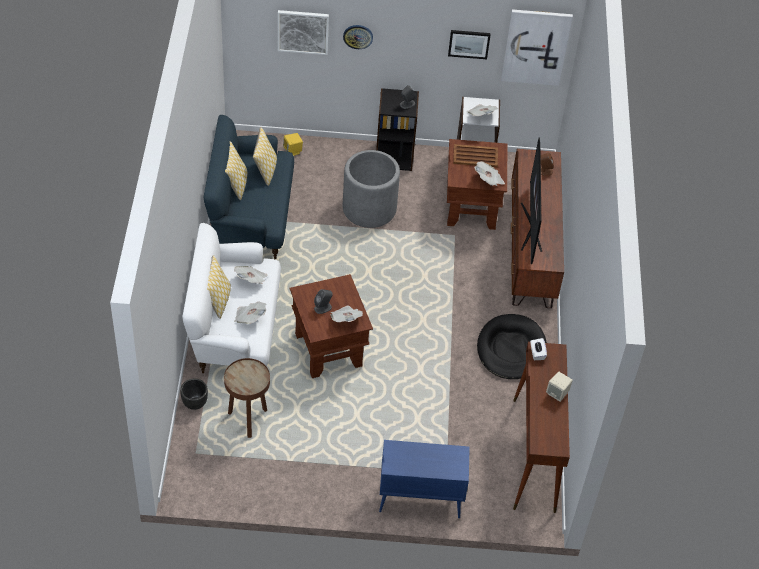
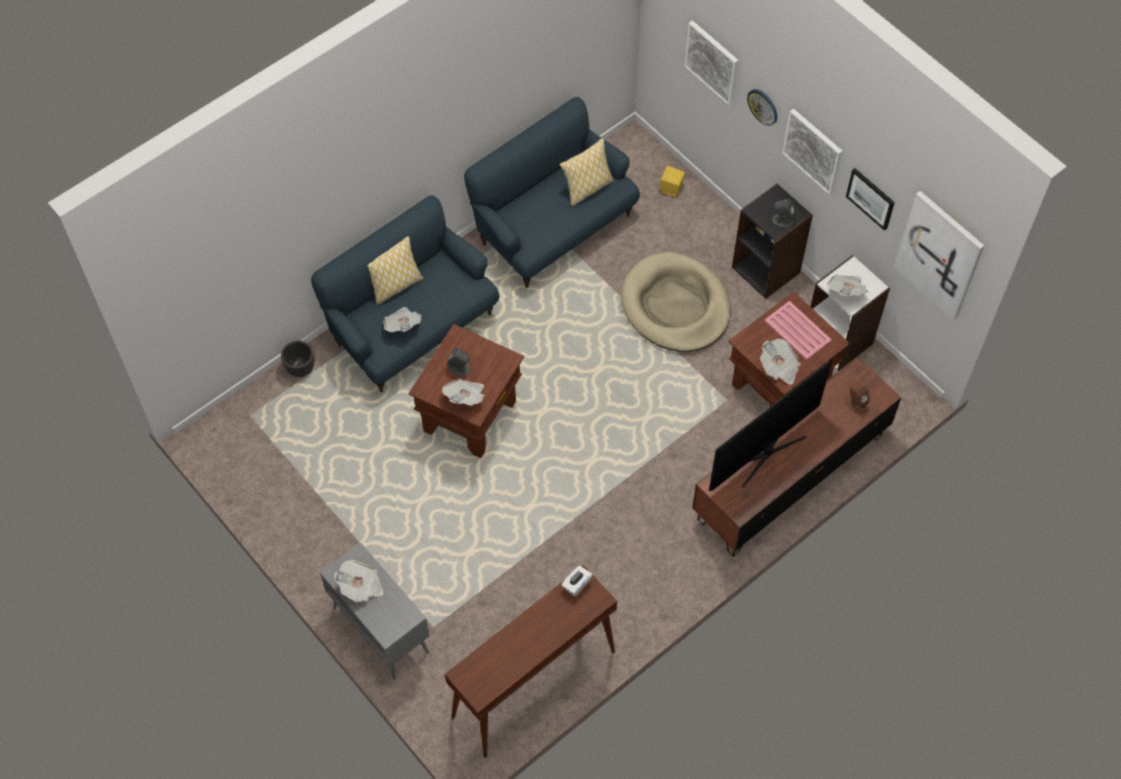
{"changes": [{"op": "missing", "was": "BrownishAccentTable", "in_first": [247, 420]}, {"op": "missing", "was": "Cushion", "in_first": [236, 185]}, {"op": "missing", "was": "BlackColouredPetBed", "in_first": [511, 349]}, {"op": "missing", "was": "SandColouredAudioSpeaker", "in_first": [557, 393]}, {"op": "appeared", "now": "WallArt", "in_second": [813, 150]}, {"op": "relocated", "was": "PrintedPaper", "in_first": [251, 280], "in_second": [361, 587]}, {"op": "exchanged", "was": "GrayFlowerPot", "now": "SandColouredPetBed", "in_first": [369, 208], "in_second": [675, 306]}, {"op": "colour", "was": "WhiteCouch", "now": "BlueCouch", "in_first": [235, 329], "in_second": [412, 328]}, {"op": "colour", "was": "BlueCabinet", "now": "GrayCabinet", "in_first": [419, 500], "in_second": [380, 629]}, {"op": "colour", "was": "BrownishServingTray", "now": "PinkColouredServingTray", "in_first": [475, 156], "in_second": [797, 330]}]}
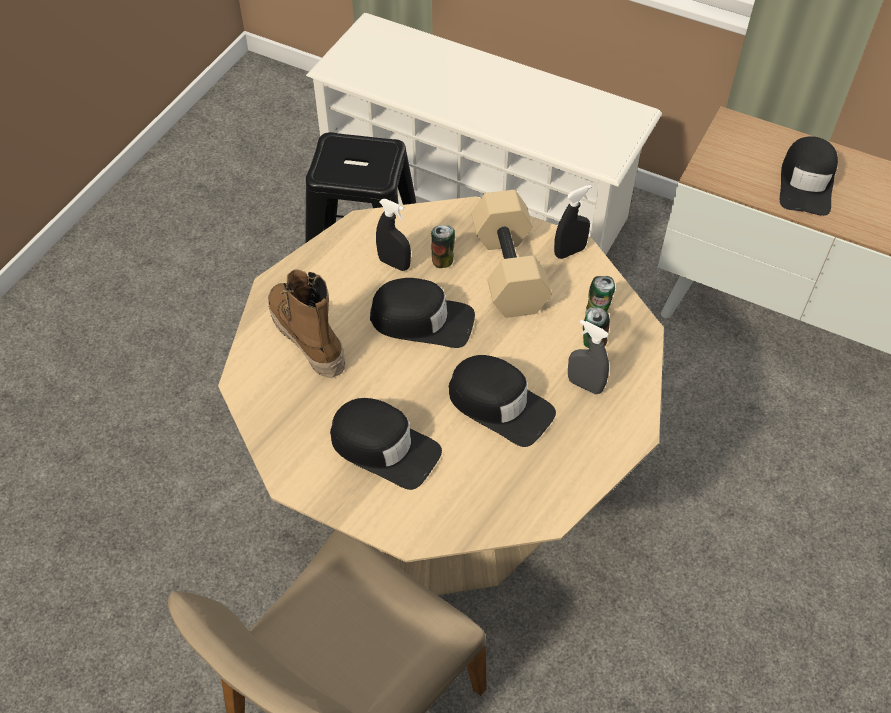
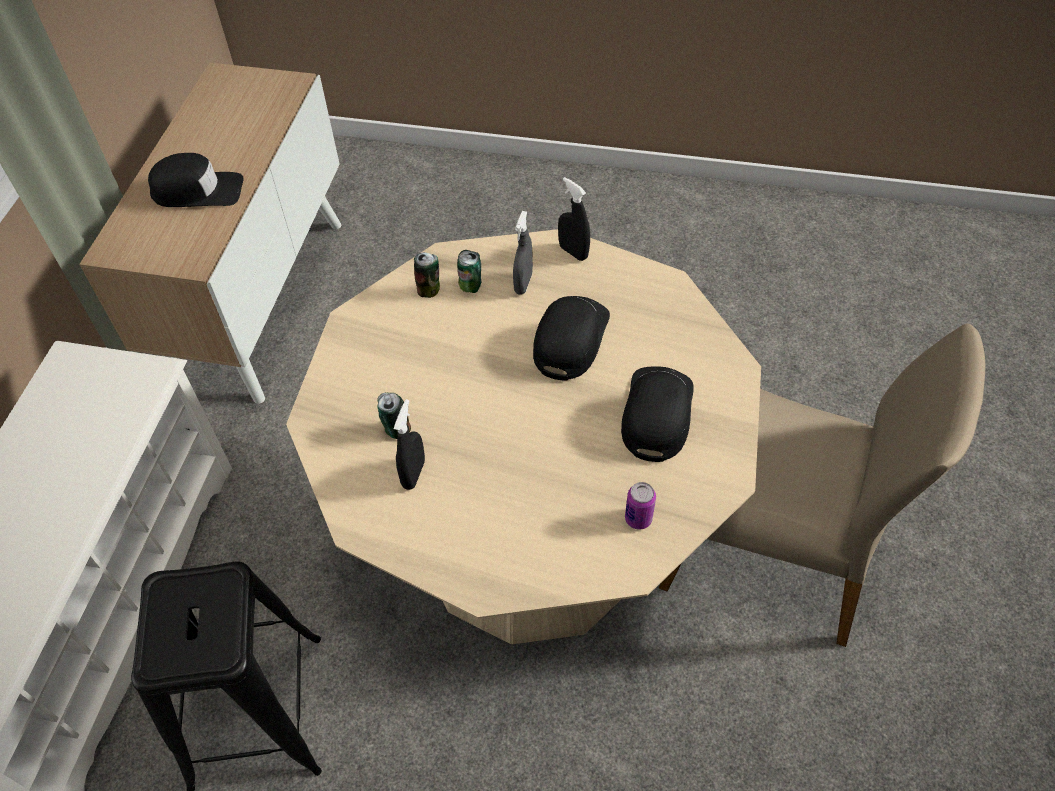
{"changes": [{"op": "missing", "was": "Boot", "in_first": [307, 338]}, {"op": "missing", "was": "BlackColouredCap", "in_first": [422, 320]}, {"op": "missing", "was": "SandColouredDumbbell", "in_first": [511, 271]}, {"op": "appeared", "now": "SealedCan", "in_second": [638, 518]}, {"op": "relocated", "was": "BlackColouredSprayer", "in_first": [569, 252], "in_second": [573, 252]}]}
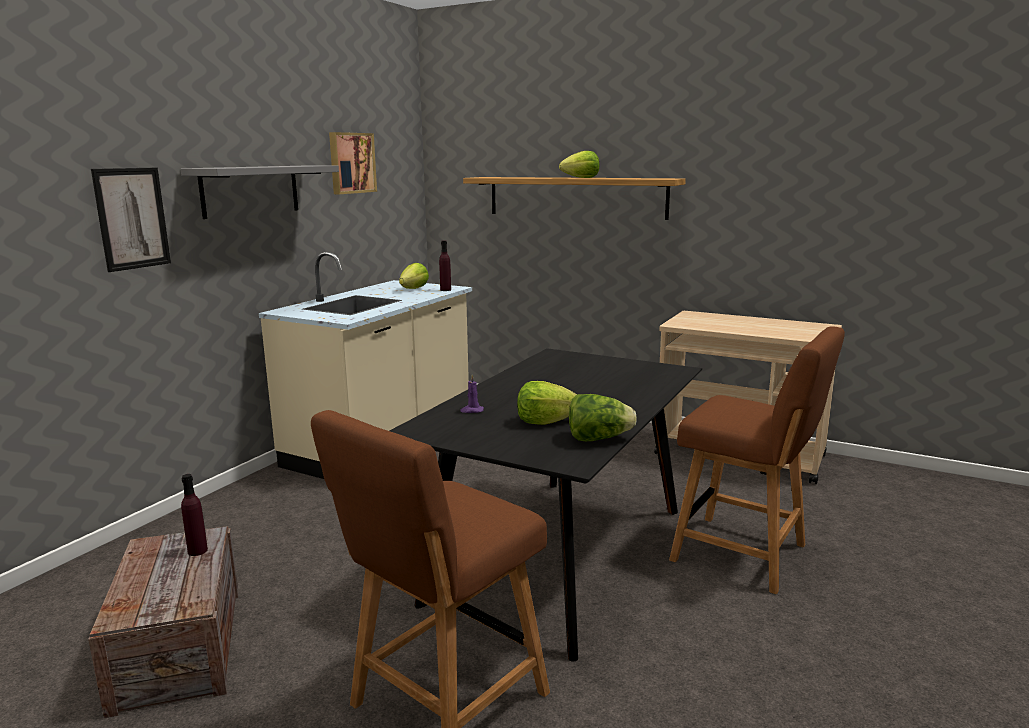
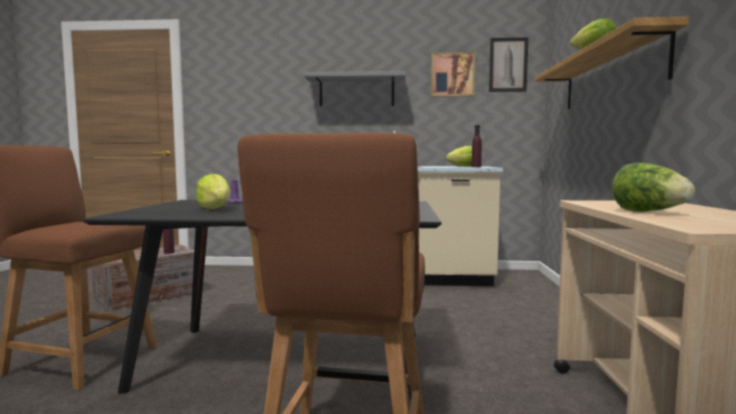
{"changes": [{"op": "relocated", "was": "WallArt", "in_first": [132, 218], "in_second": [508, 65]}, {"op": "relocated", "was": "LettuceHead", "in_first": [598, 439], "in_second": [649, 212]}]}
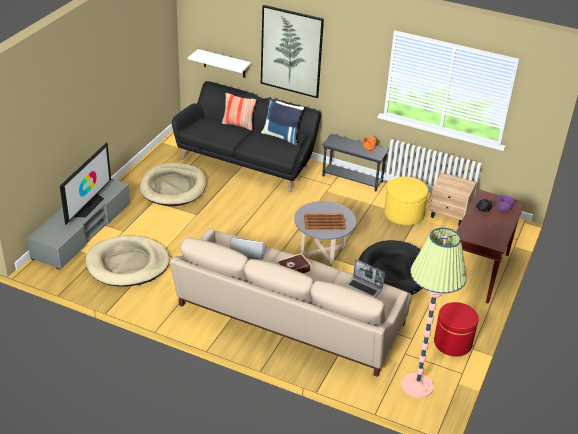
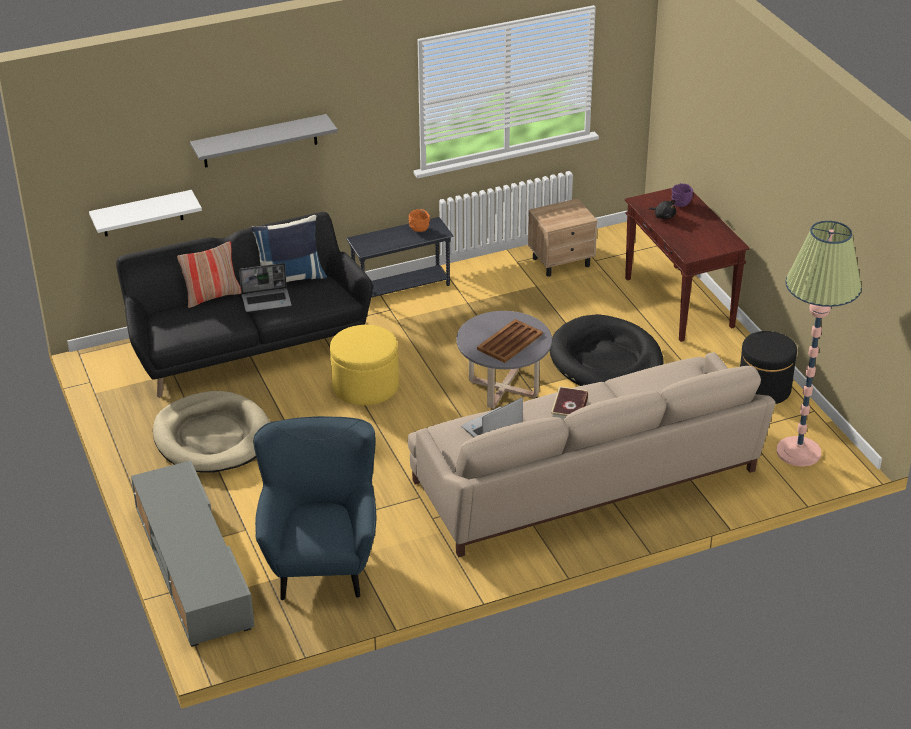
{"changes": [{"op": "missing", "was": "Television", "in_first": [88, 206]}, {"op": "relocated", "was": "PortableComputer", "in_first": [362, 289], "in_second": [267, 301]}, {"op": "relocated", "was": "YellowFootrest", "in_first": [403, 214], "in_second": [365, 386]}, {"op": "exchanged", "was": "SandColouredPetBed", "now": "BlueLoungeChair", "in_first": [127, 264], "in_second": [321, 560]}, {"op": "exchanged", "was": "WallArt", "now": "GrayBracketShelf", "in_first": [291, 51], "in_second": [260, 141]}, {"op": "colour", "was": "ReddishFootrest", "now": "BlackColouredFootrest", "in_first": [452, 343], "in_second": [764, 389]}]}
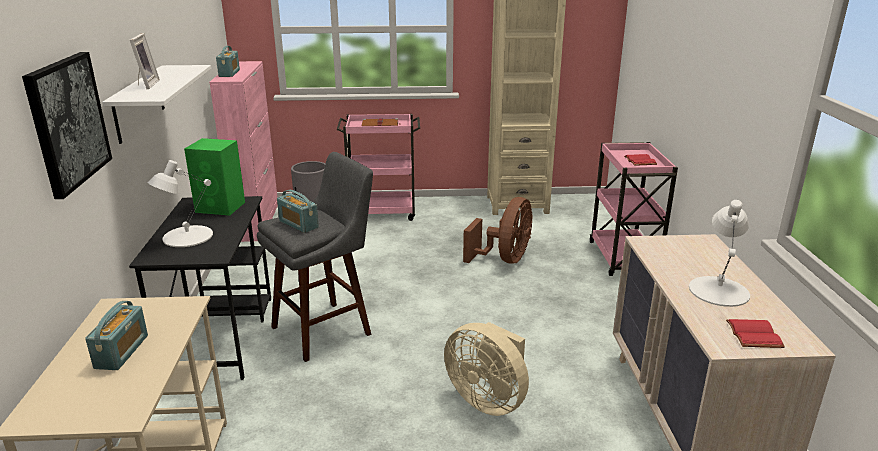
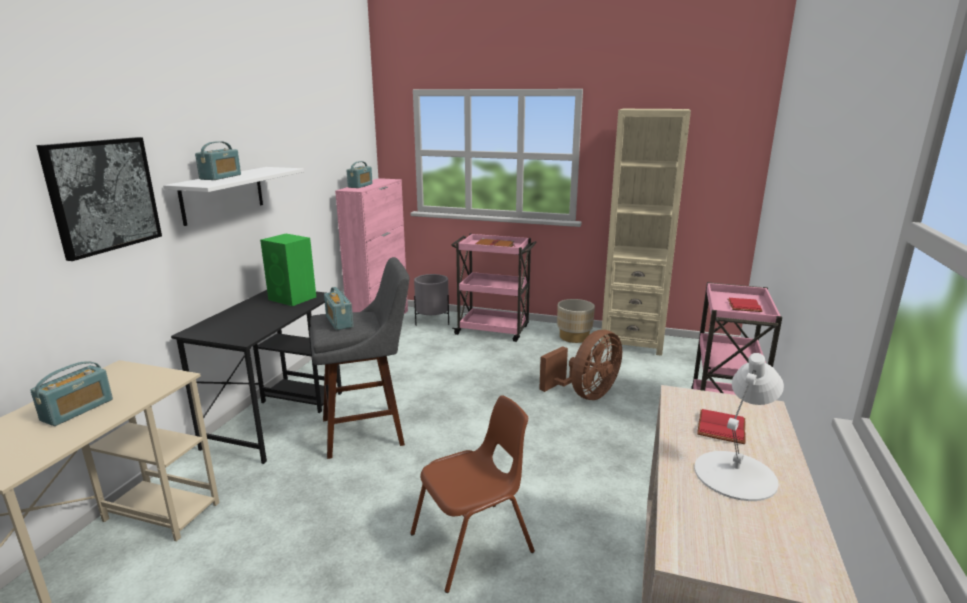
{"changes": [{"op": "missing", "was": "WhiteTableLamp", "in_first": [187, 236]}, {"op": "appeared", "now": "SandColouredFlowerPot", "in_second": [574, 337]}, {"op": "relocated", "was": "ReddishBook", "in_first": [755, 335], "in_second": [723, 429]}, {"op": "exchanged", "was": "StandingFrame", "now": "RadioReceiver", "in_first": [145, 85], "in_second": [221, 177]}, {"op": "exchanged", "was": "SandColouredCoolingFan", "now": "BrownishChair", "in_first": [488, 399], "in_second": [474, 543]}]}
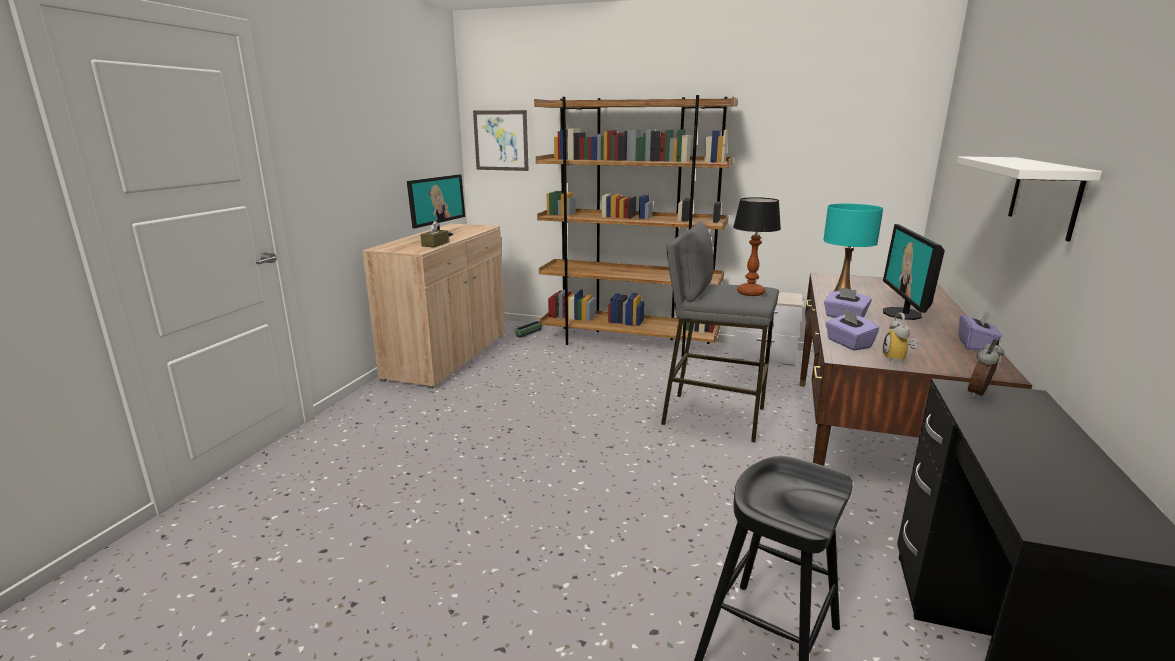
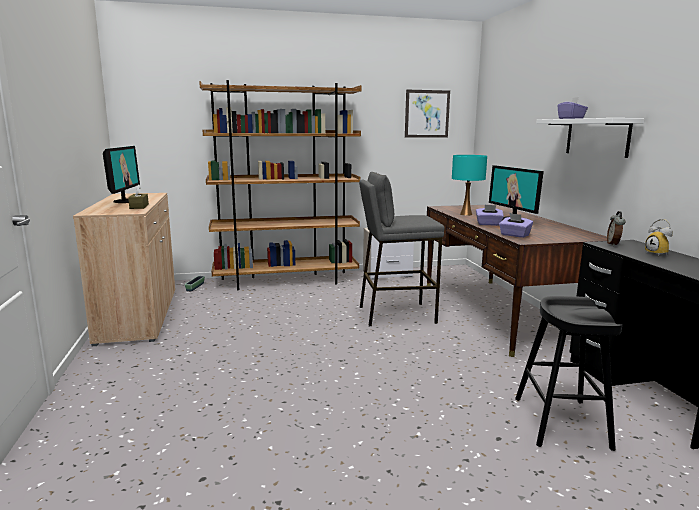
{"changes": [{"op": "missing", "was": "TableLamp", "in_first": [751, 293]}, {"op": "relocated", "was": "WallArt", "in_first": [501, 140], "in_second": [427, 114]}, {"op": "relocated", "was": "BedsideClock", "in_first": [898, 359], "in_second": [659, 254]}, {"op": "relocated", "was": "PurpleTissueBox", "in_first": [975, 345], "in_second": [571, 119]}]}
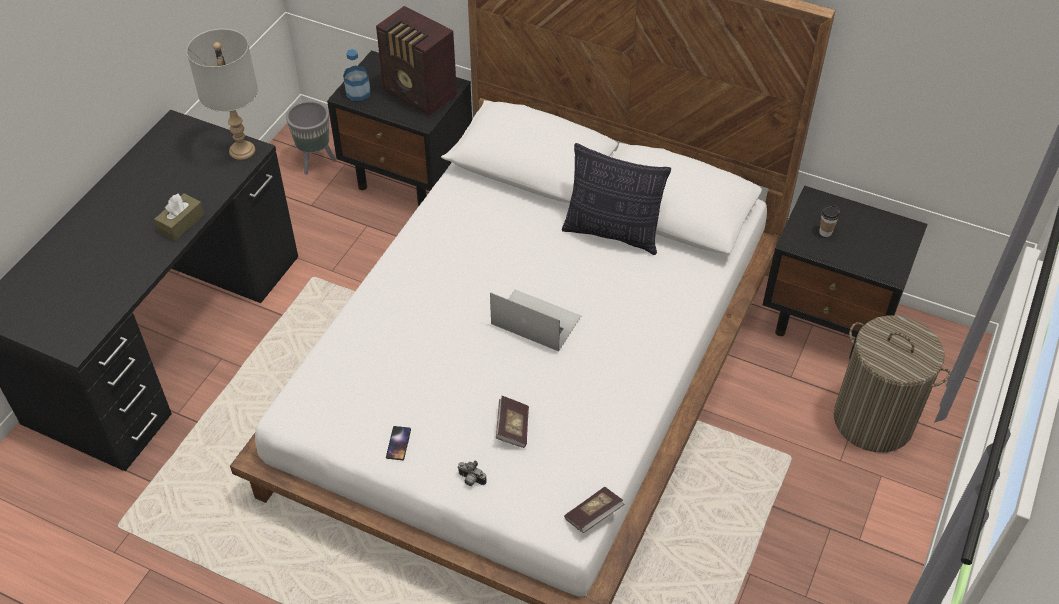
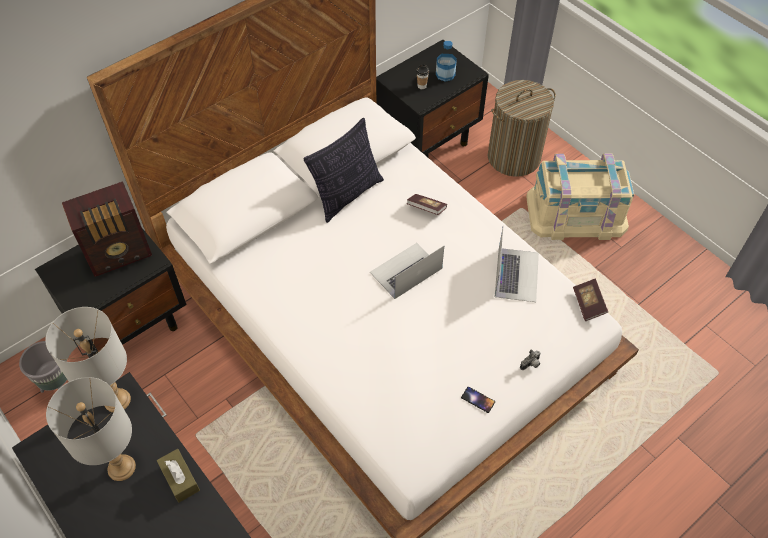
{"changes": [{"op": "appeared", "now": "GrayTableLamp", "in_second": [122, 467]}, {"op": "appeared", "now": "PortableComputer", "in_second": [516, 274]}, {"op": "appeared", "now": "SandColouredStorageContainer", "in_second": [576, 212]}, {"op": "relocated", "was": "DrinkBottle", "in_first": [358, 93], "in_second": [445, 74]}, {"op": "relocated", "was": "Book", "in_first": [512, 428], "in_second": [426, 209]}]}
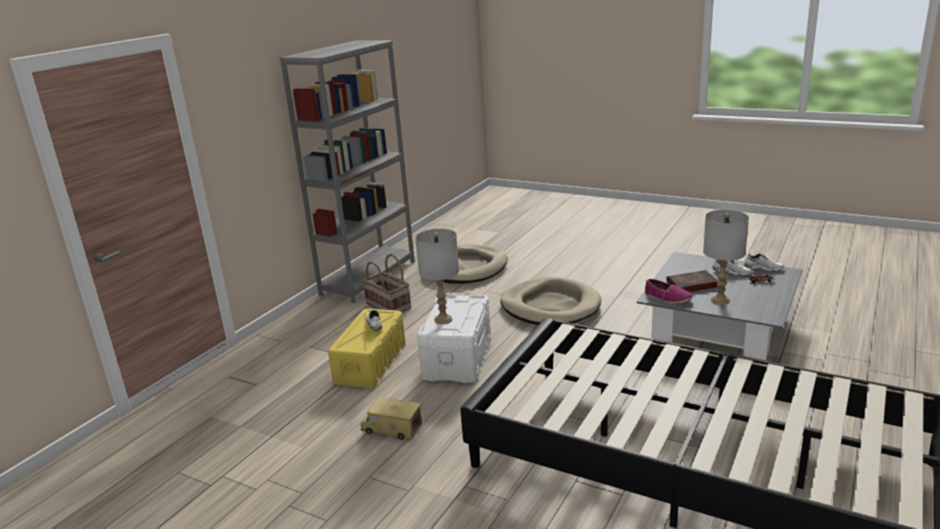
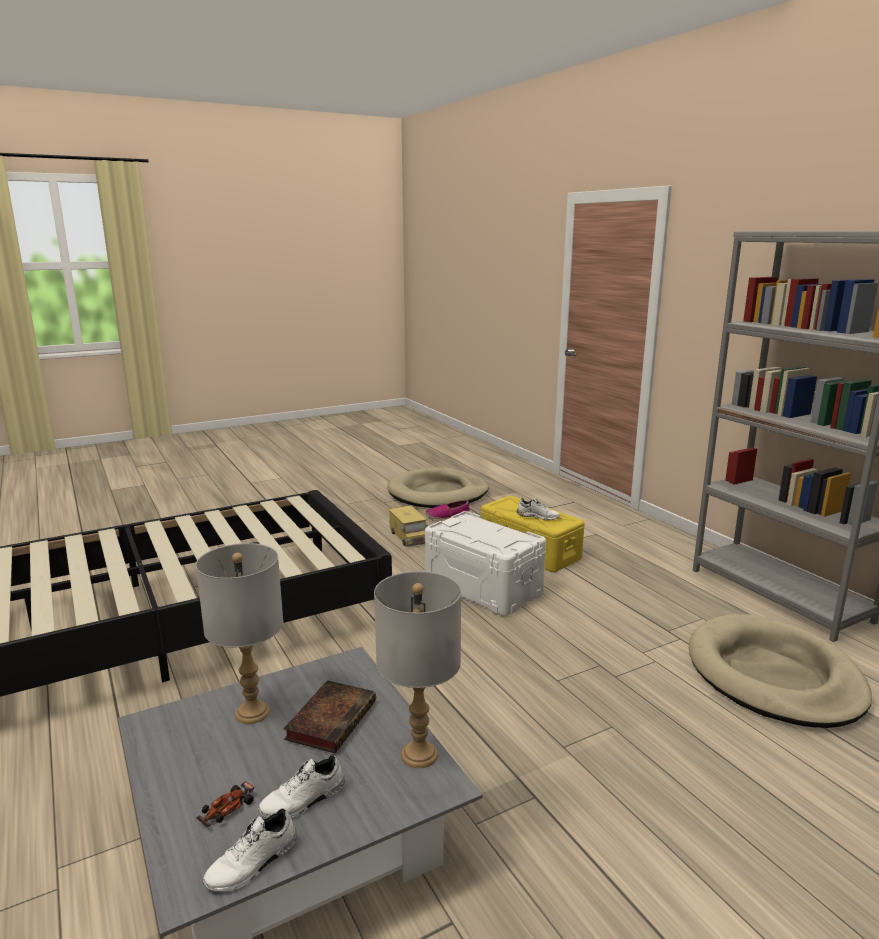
{"changes": [{"op": "missing", "was": "HouseholdBasket", "in_first": [389, 305]}, {"op": "relocated", "was": "GrayTableLamp", "in_first": [443, 319], "in_second": [420, 754]}, {"op": "relocated", "was": "SandColouredPetBed", "in_first": [550, 306], "in_second": [438, 493]}, {"op": "relocated", "was": "Shoe", "in_first": [667, 298], "in_second": [447, 516]}, {"op": "spun", "was": "ToyTruck", "in_first": [392, 429], "in_second": [409, 537], "clockwise": 105}]}
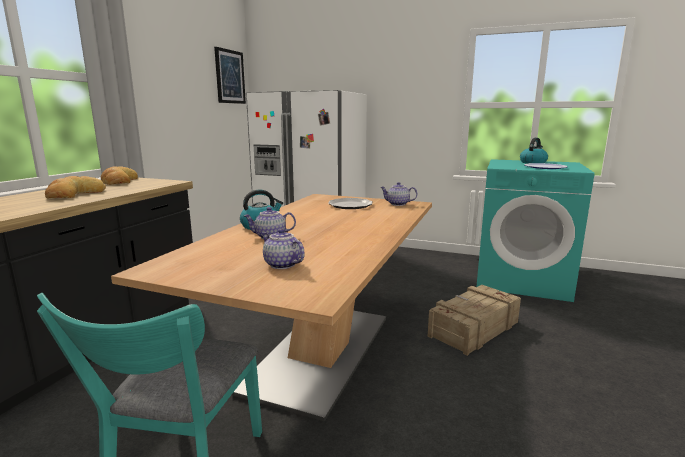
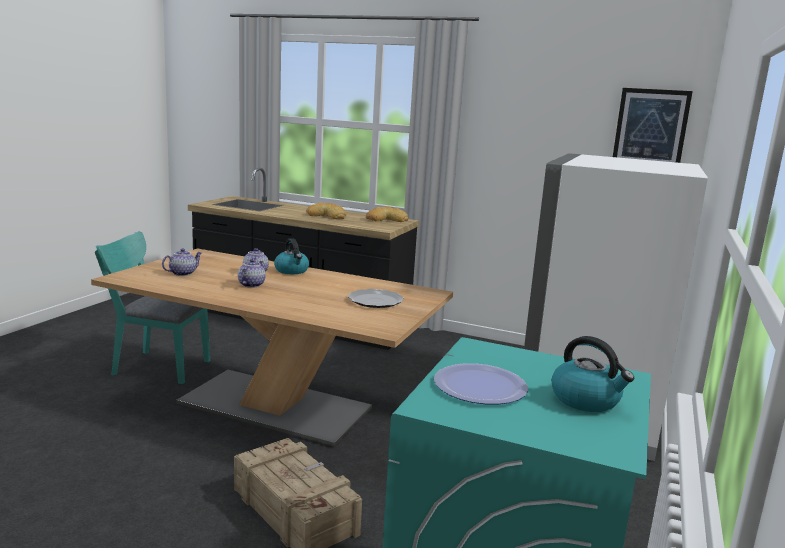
{"changes": [{"op": "relocated", "was": "TeaPot", "in_first": [397, 204], "in_second": [251, 285]}]}
